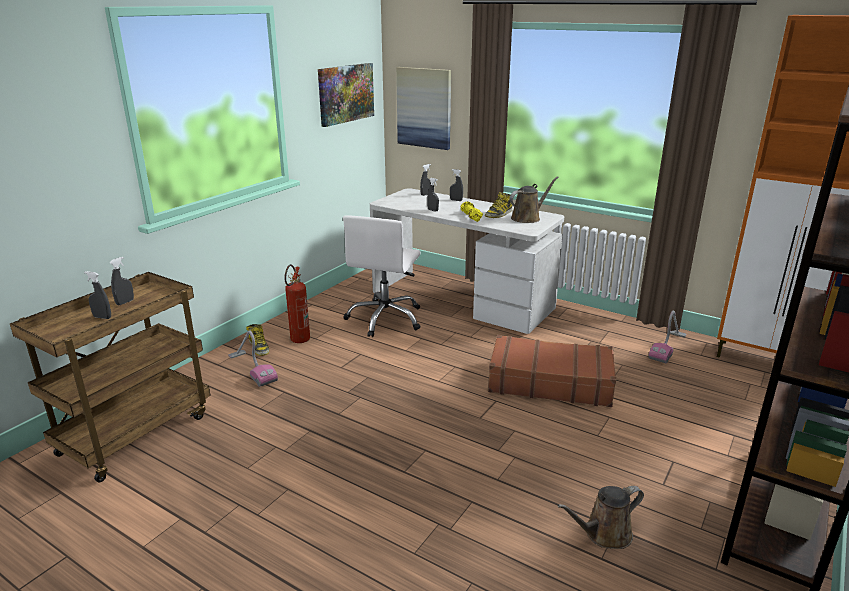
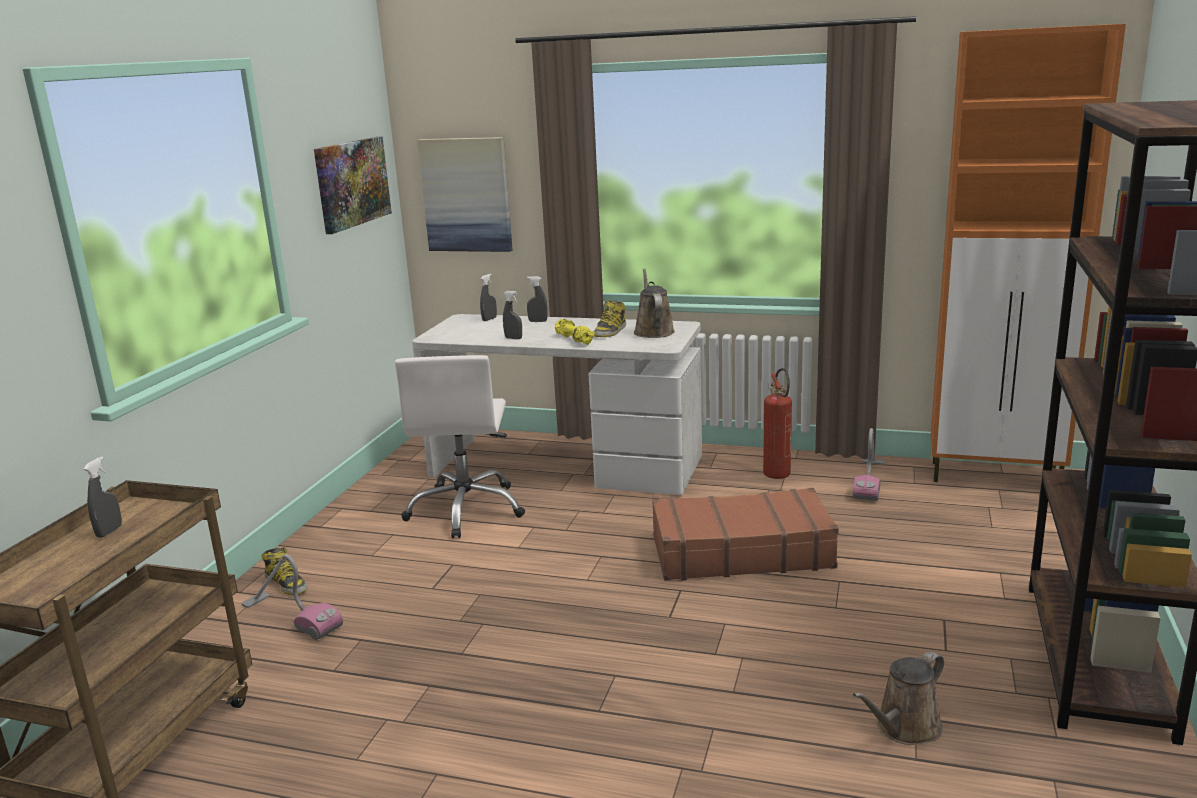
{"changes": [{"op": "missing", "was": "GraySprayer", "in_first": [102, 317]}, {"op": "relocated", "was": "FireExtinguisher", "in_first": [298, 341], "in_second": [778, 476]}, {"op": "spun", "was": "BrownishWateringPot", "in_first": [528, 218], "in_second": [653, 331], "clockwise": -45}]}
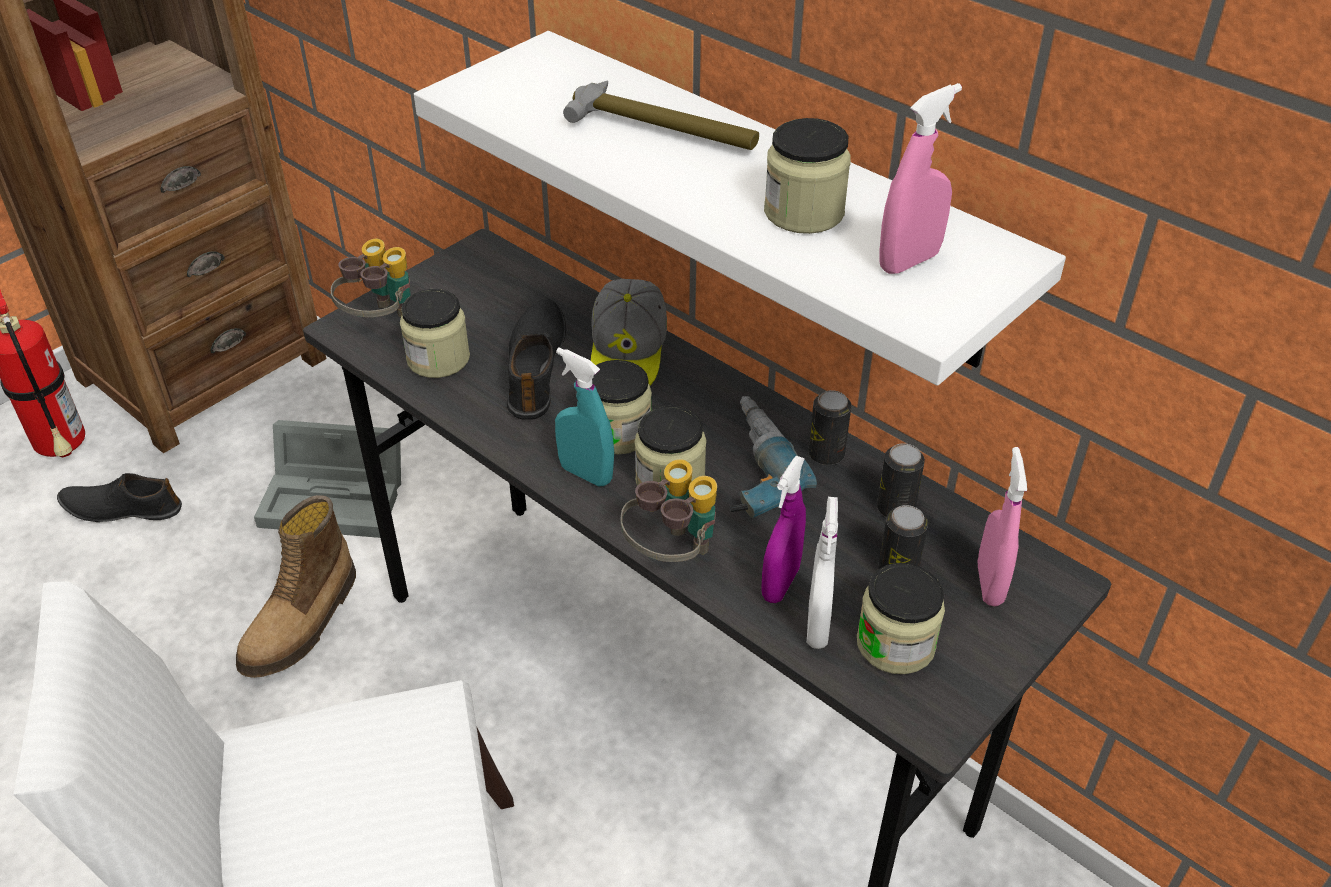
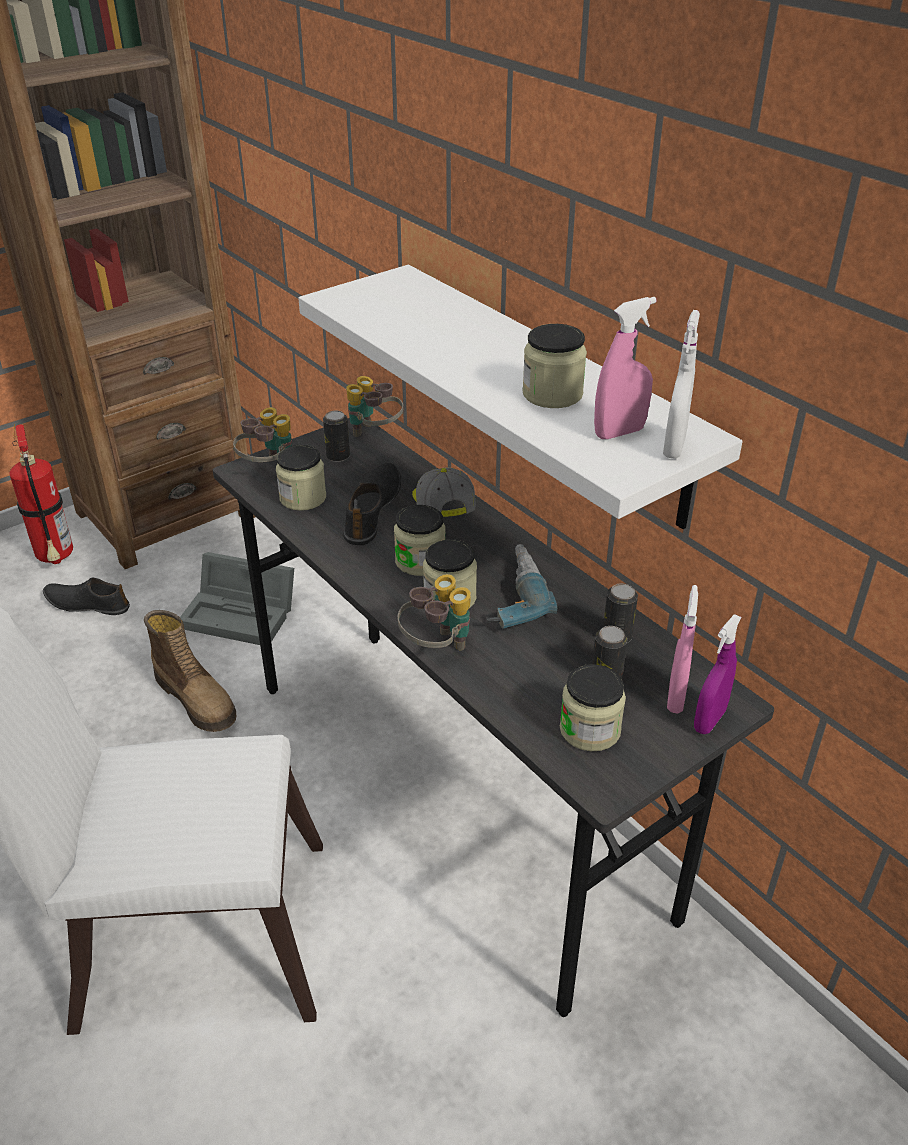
{"changes": [{"op": "missing", "was": "TurquoiseSprayer", "in_first": [586, 474]}, {"op": "missing", "was": "Hammer", "in_first": [663, 131]}, {"op": "appeared", "now": "PairOfBinoculars", "in_second": [374, 434]}, {"op": "relocated", "was": "PurpleSprayer", "in_first": [780, 583], "in_second": [709, 720]}, {"op": "relocated", "was": "WhiteSprayer", "in_first": [817, 626], "in_second": [674, 447]}, {"op": "relocated", "was": "SealedCan", "in_first": [826, 454], "in_second": [338, 456]}, {"op": "spun", "was": "Boot", "in_first": [303, 622], "in_second": [197, 699], "clockwise": -75}, {"op": "spun", "was": "Cap", "in_first": [628, 355], "in_second": [442, 509], "clockwise": 150}]}
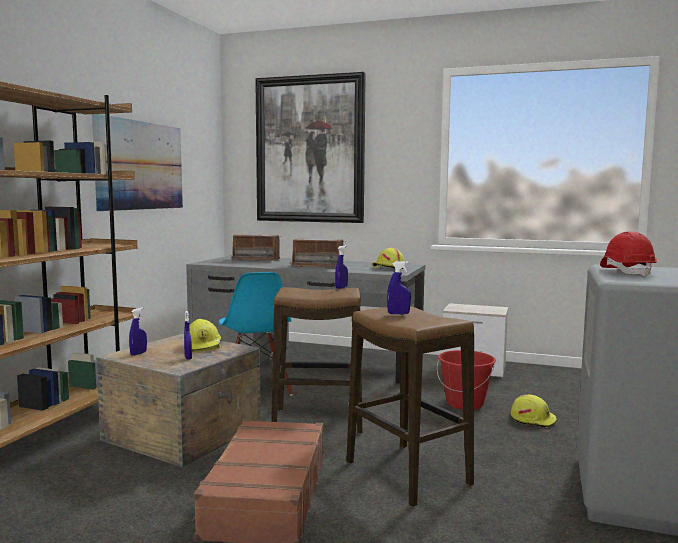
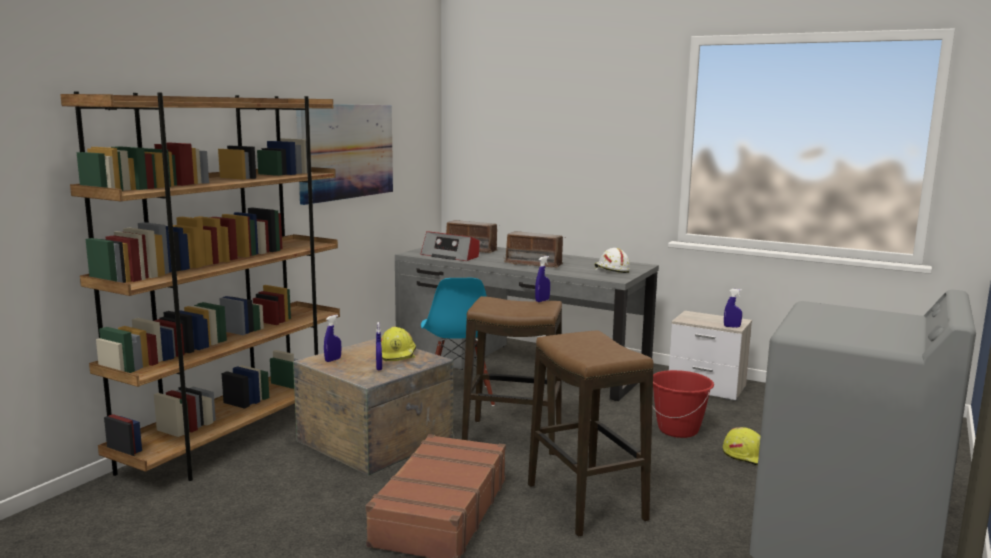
{"changes": [{"op": "missing", "was": "WallArt", "in_first": [310, 150]}, {"op": "missing", "was": "ReddishWorkHelmet", "in_first": [627, 272]}, {"op": "appeared", "now": "RadioReceiver", "in_second": [451, 256]}, {"op": "relocated", "was": "BlueSprayer", "in_first": [398, 314], "in_second": [732, 327]}, {"op": "colour", "was": "YellowWorkHelmet", "now": "WhiteWorkHelmet", "in_first": [388, 268], "in_second": [611, 270]}]}
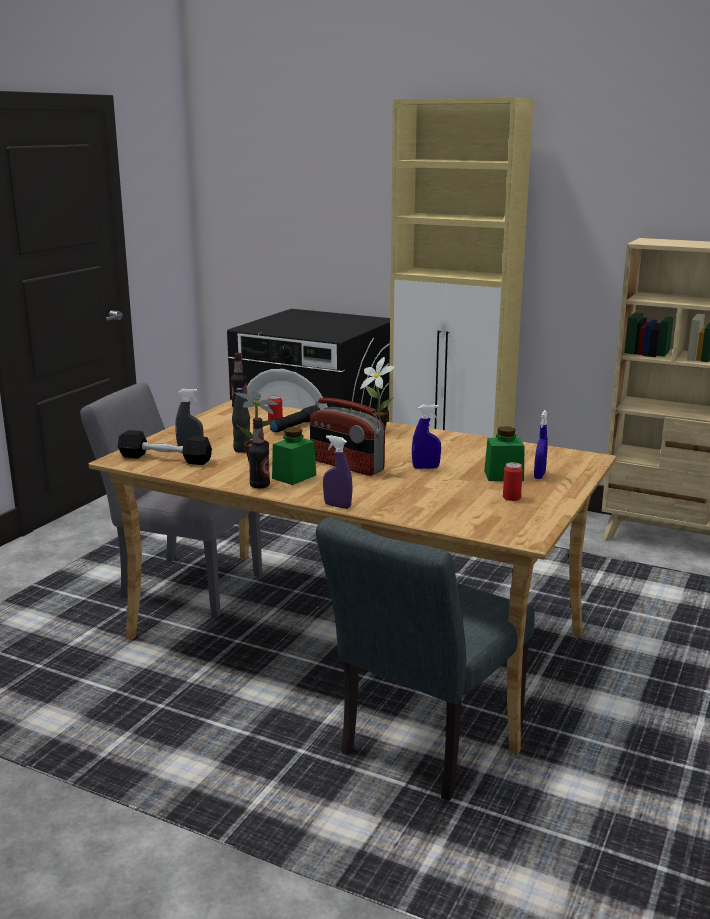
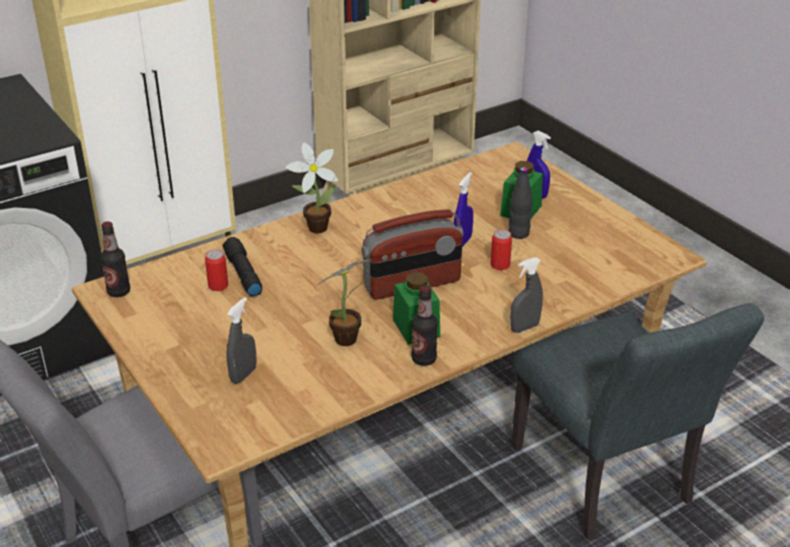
{"changes": [{"op": "missing", "was": "BlackColouredDumbbell", "in_first": [165, 459]}, {"op": "relocated", "was": "BlackColouredDrinkBottle", "in_first": [242, 450], "in_second": [518, 234]}, {"op": "relocated", "was": "SealedCan", "in_first": [511, 497], "in_second": [500, 265]}, {"op": "colour", "was": "PurpleSprayer", "now": "GraySprayer", "in_first": [337, 506], "in_second": [524, 327]}]}
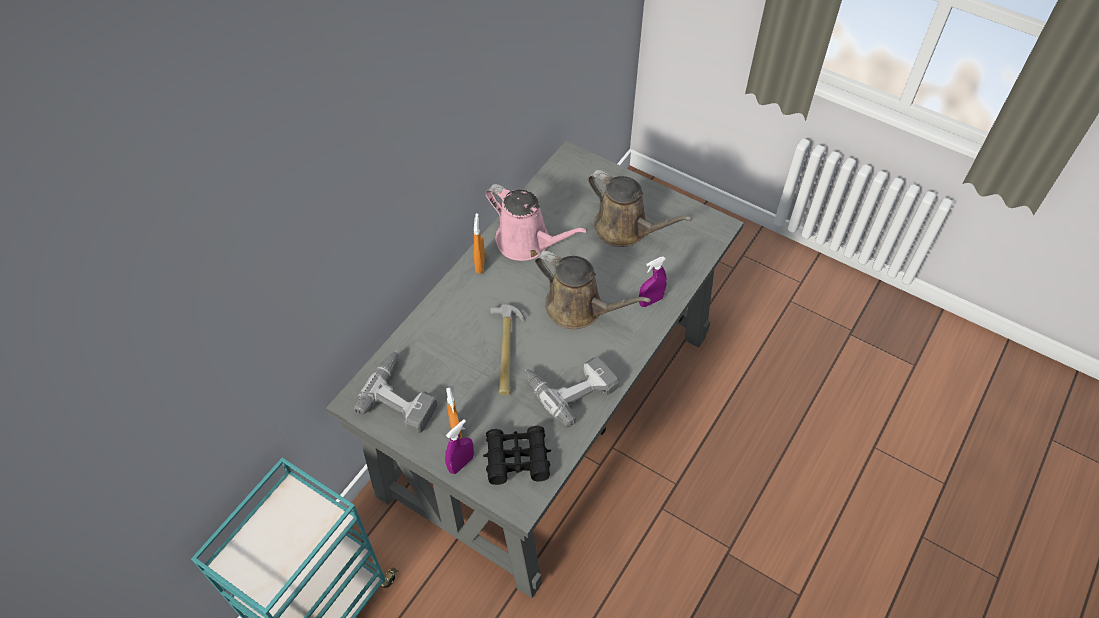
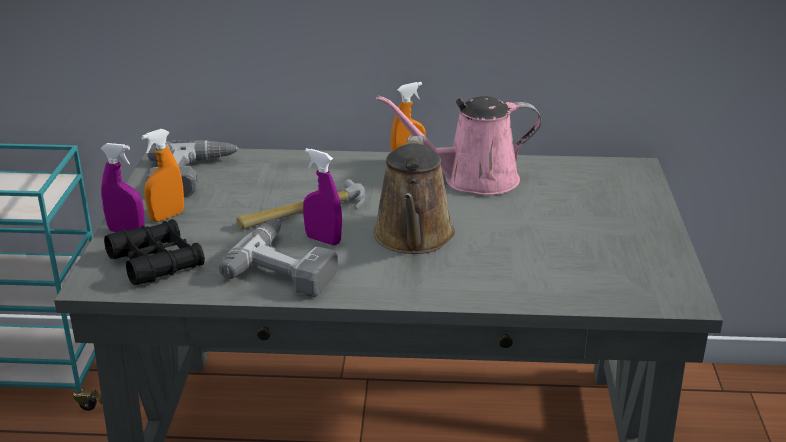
{"changes": [{"op": "missing", "was": "BrownishWateringPot", "in_first": [625, 229]}, {"op": "relocated", "was": "PurpleSprayer", "in_first": [650, 301], "in_second": [323, 240]}, {"op": "spun", "was": "PinkColouredWateringPot", "in_first": [527, 242], "in_second": [473, 179], "clockwise": 75}]}
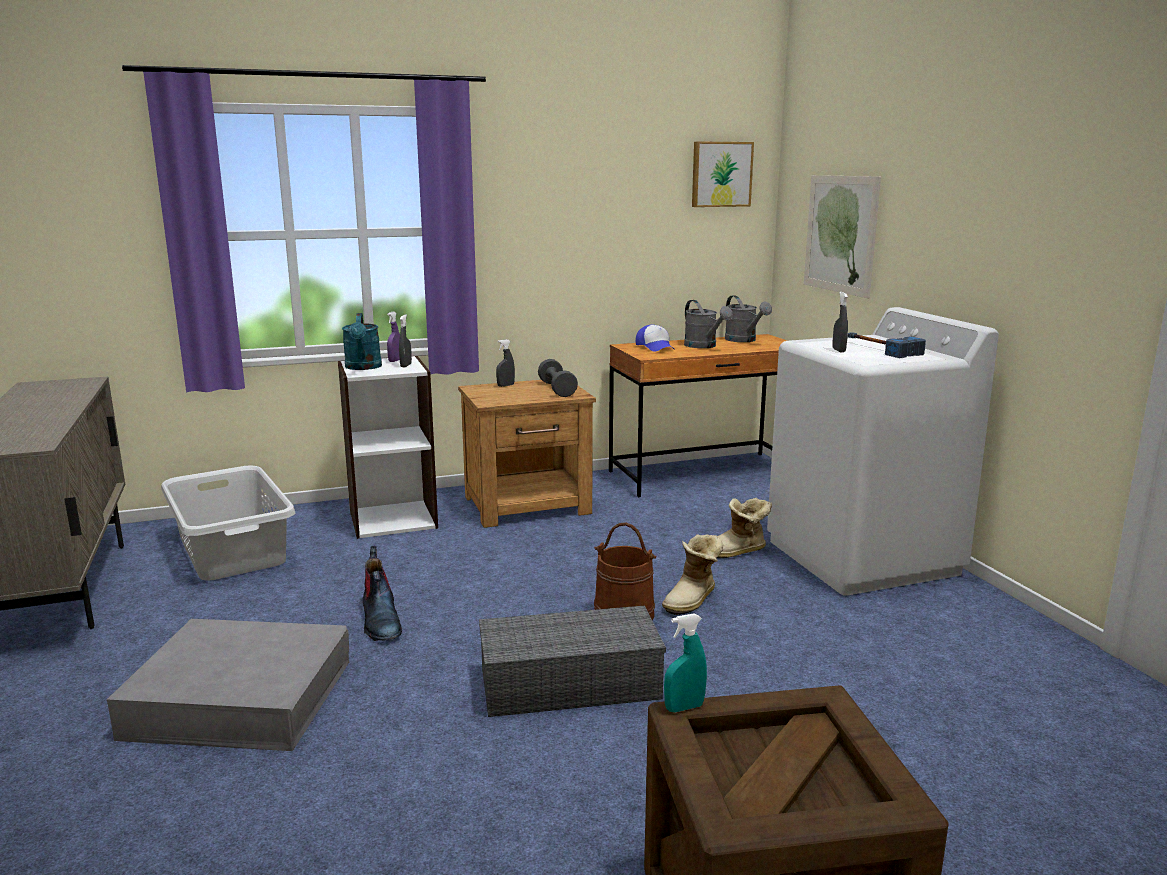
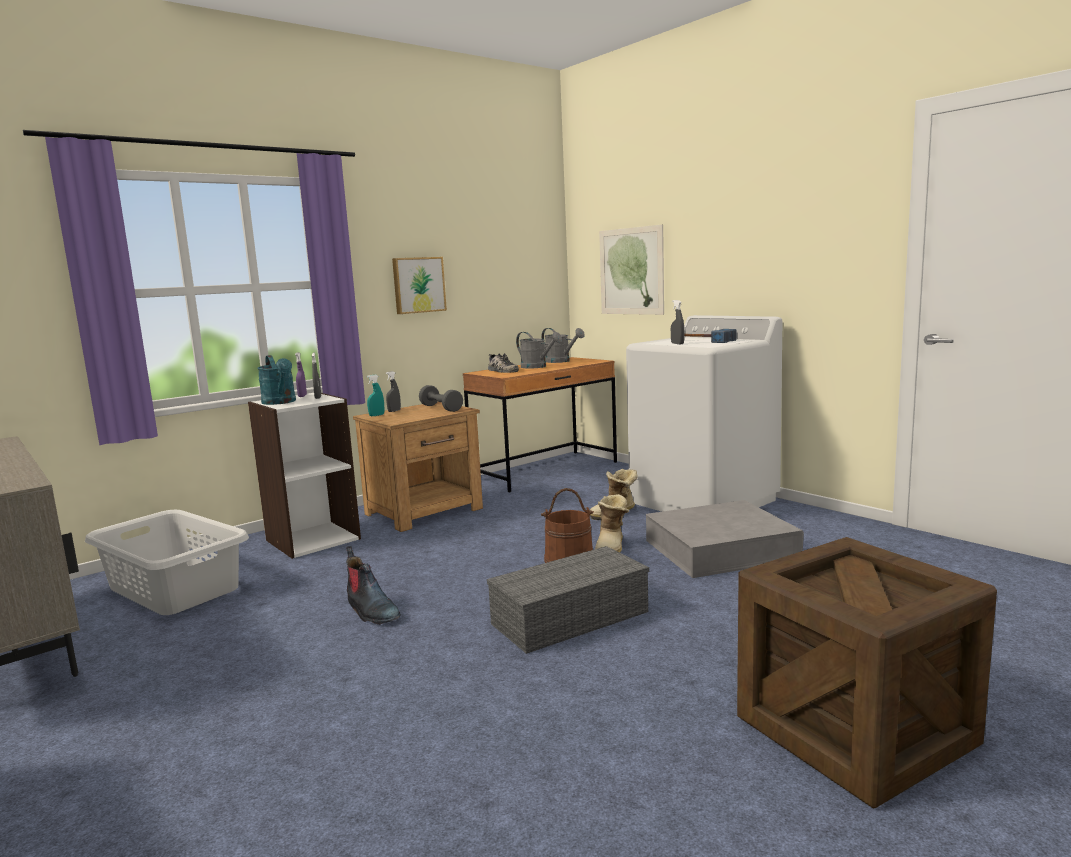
{"changes": [{"op": "relocated", "was": "GrayStorageContainer", "in_first": [240, 698], "in_second": [720, 549]}, {"op": "relocated", "was": "TurquoiseSprayer", "in_first": [684, 707], "in_second": [376, 415]}, {"op": "relocated", "was": "WallArt", "in_first": [721, 174], "in_second": [418, 285]}, {"op": "exchanged", "was": "Cap", "now": "Shoe", "in_first": [655, 347], "in_second": [501, 371]}]}
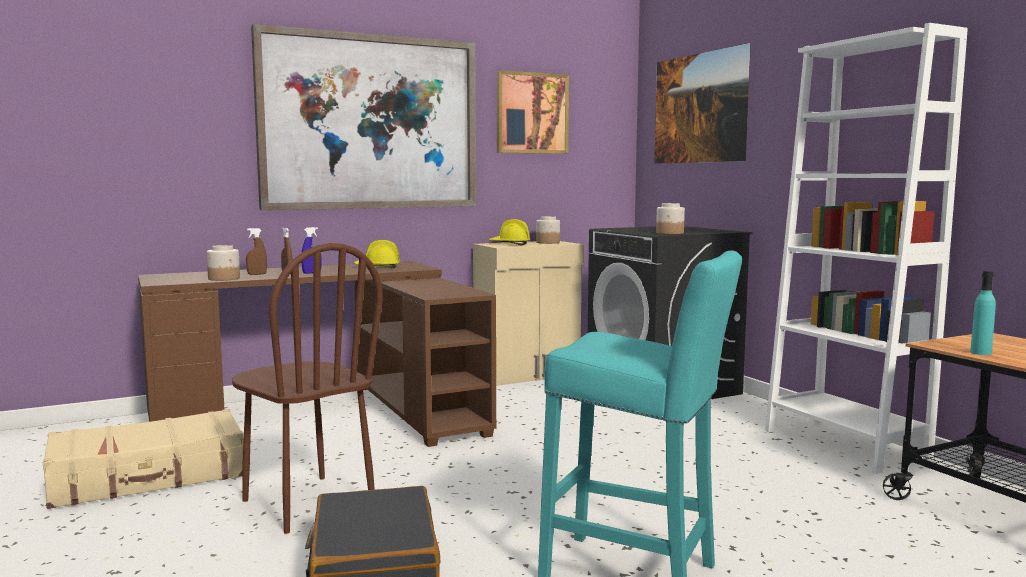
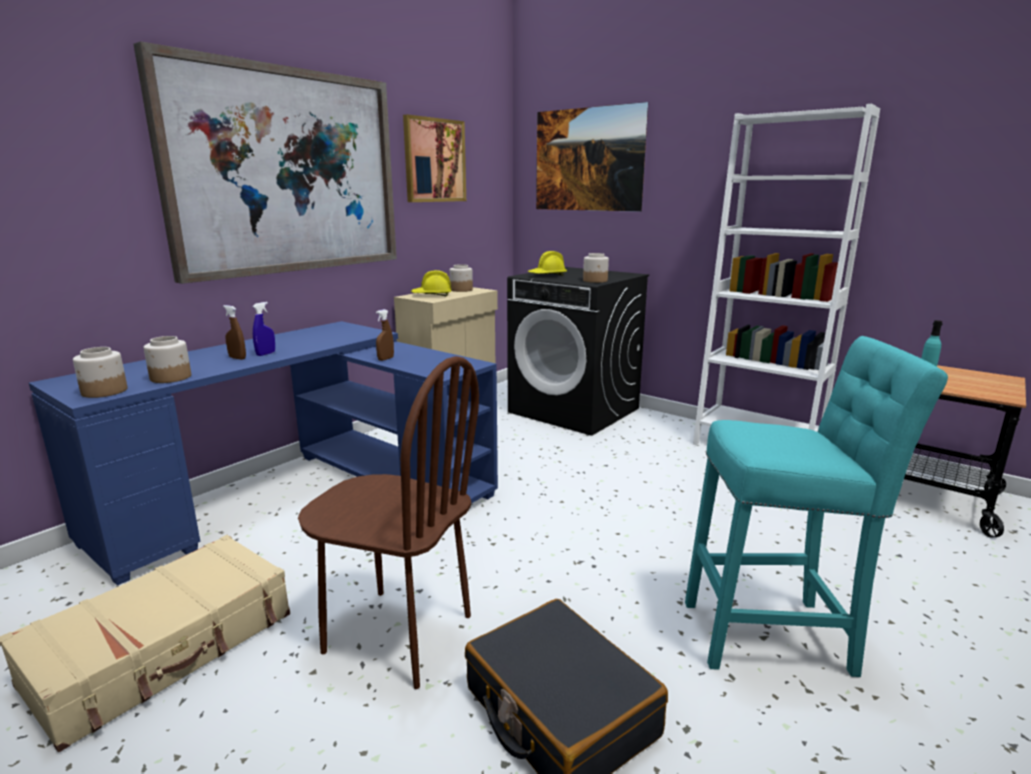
{"changes": [{"op": "appeared", "now": "StorageJar", "in_second": [104, 391]}, {"op": "relocated", "was": "BrownishSprayer", "in_first": [257, 274], "in_second": [385, 359]}, {"op": "relocated", "was": "YellowWorkHelmet", "in_first": [377, 267], "in_second": [547, 275]}, {"op": "colour", "was": "BrownishDeskUnit", "now": "BlueDeskUnit", "in_first": [335, 411], "in_second": [306, 494]}]}
